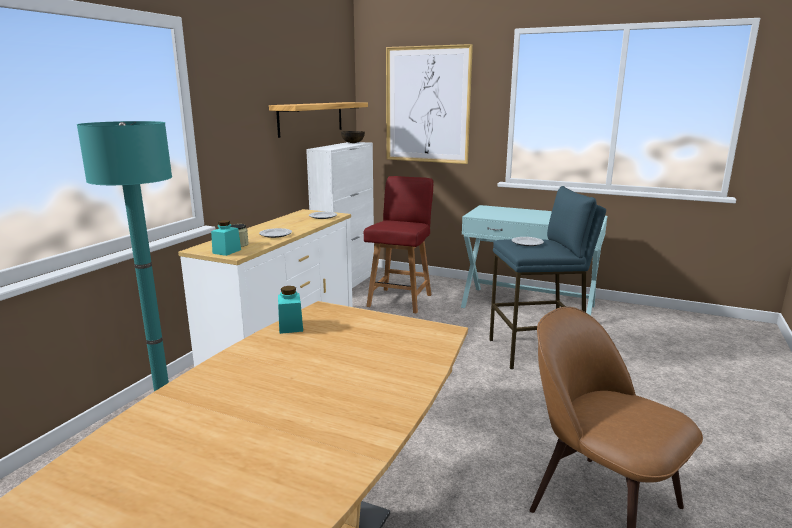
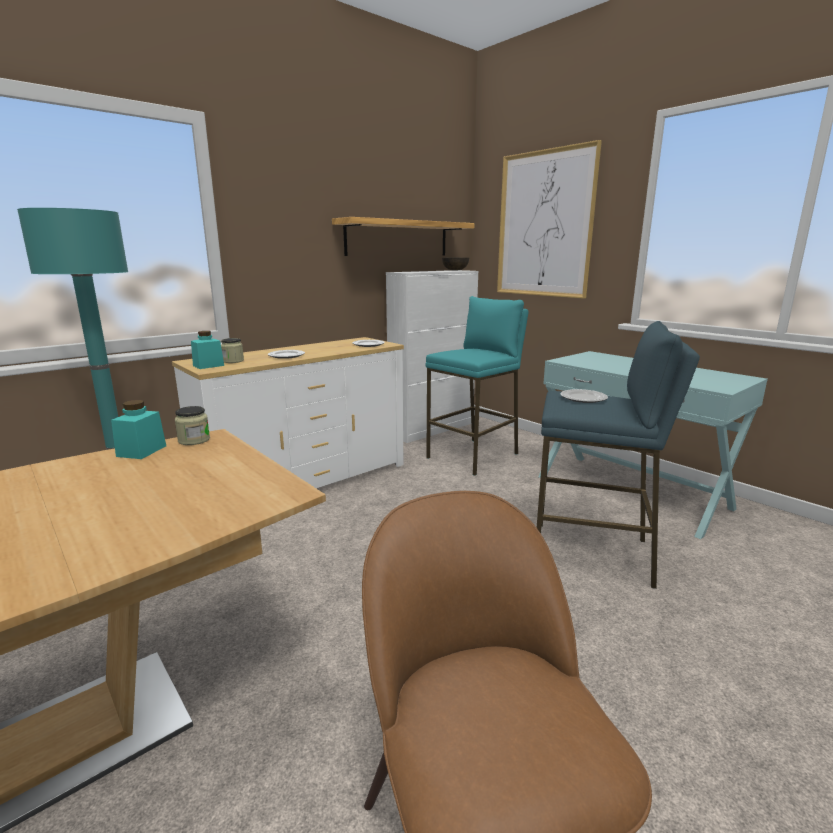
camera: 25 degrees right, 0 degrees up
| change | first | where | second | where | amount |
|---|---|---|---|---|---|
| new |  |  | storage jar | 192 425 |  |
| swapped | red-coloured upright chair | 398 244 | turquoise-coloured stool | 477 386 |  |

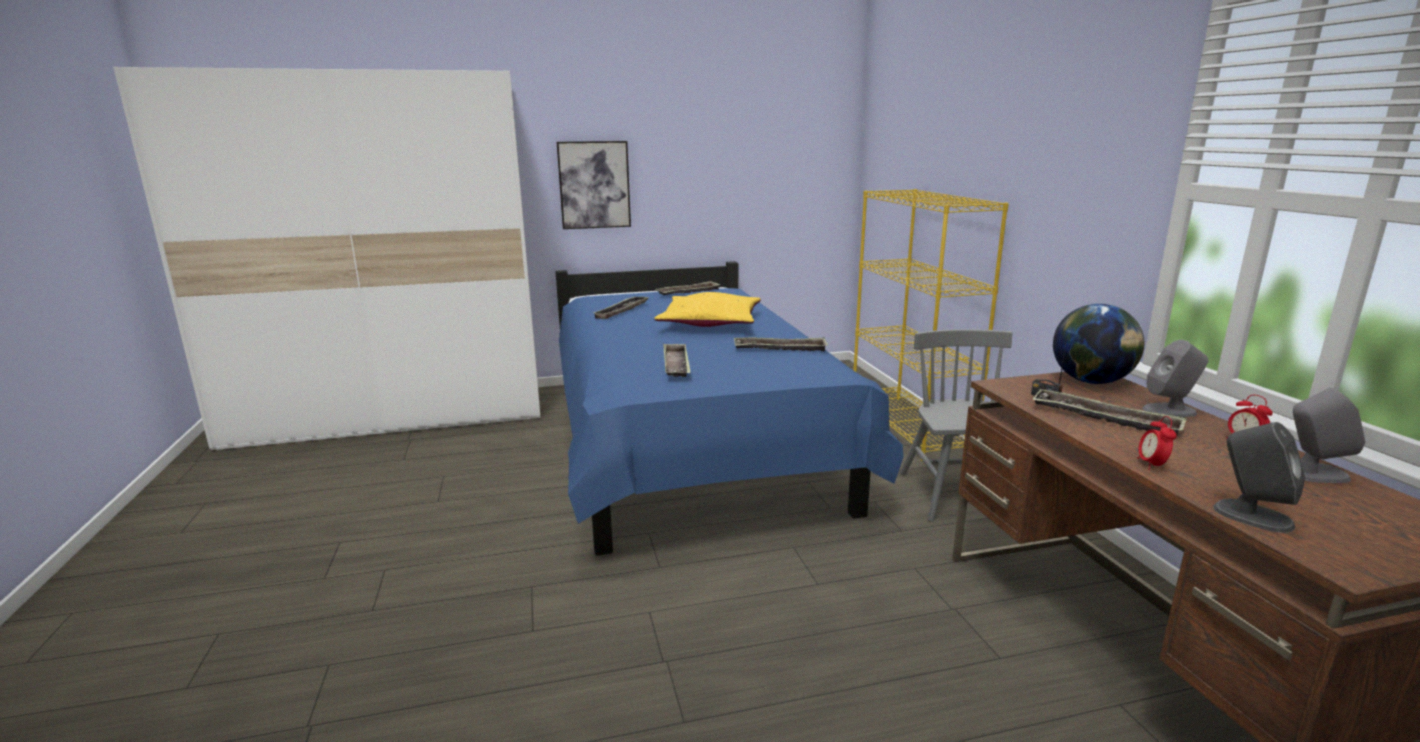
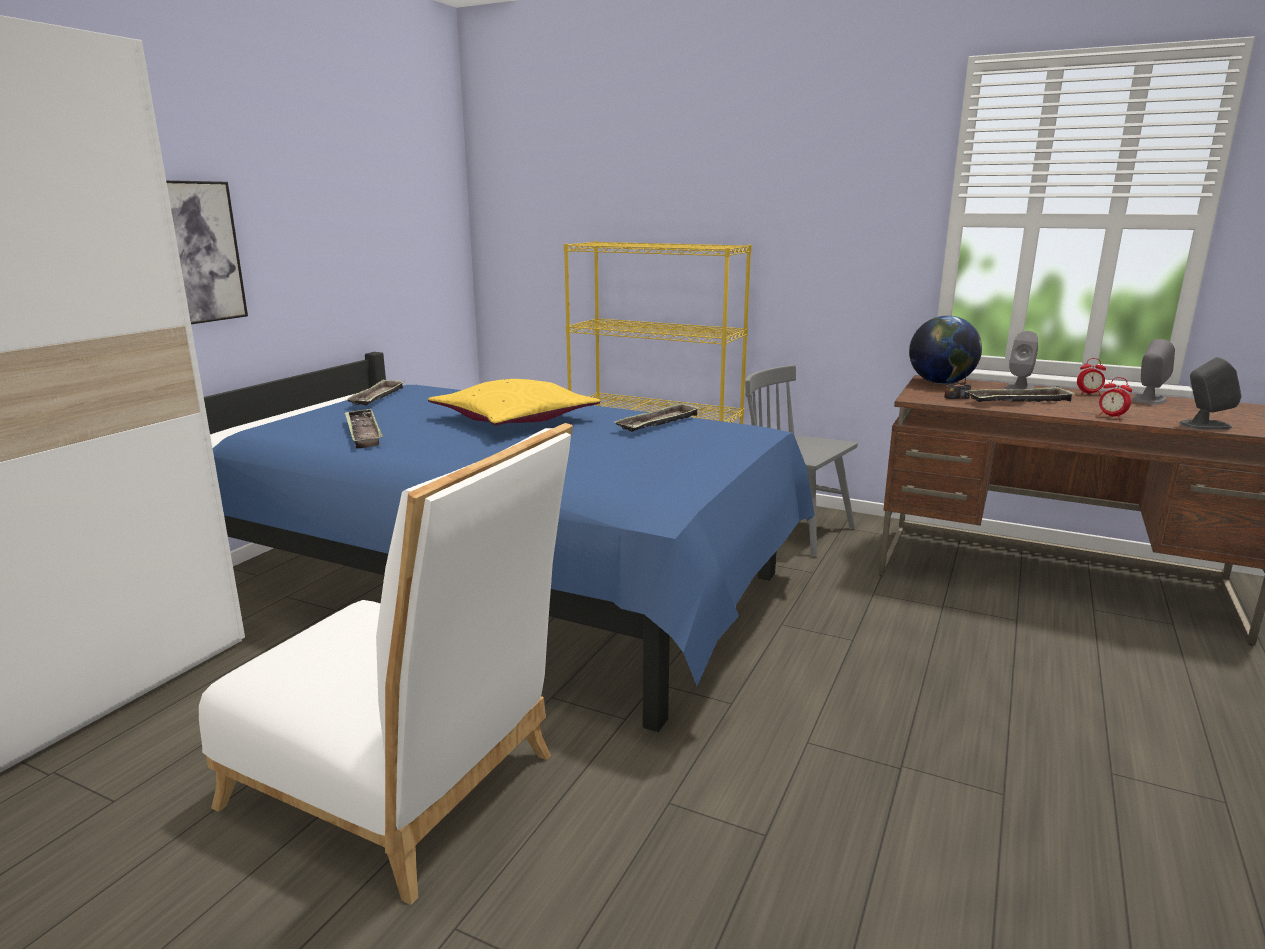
camera: 50 degrees left, 0 degrees up
| change | first | where | second | where | amount |
|---|---|---|---|---|---|
| gone | serving tray | 677 360 |  |  |  |
| new |  |  | white-coloured upright chair | 386 664 |  |

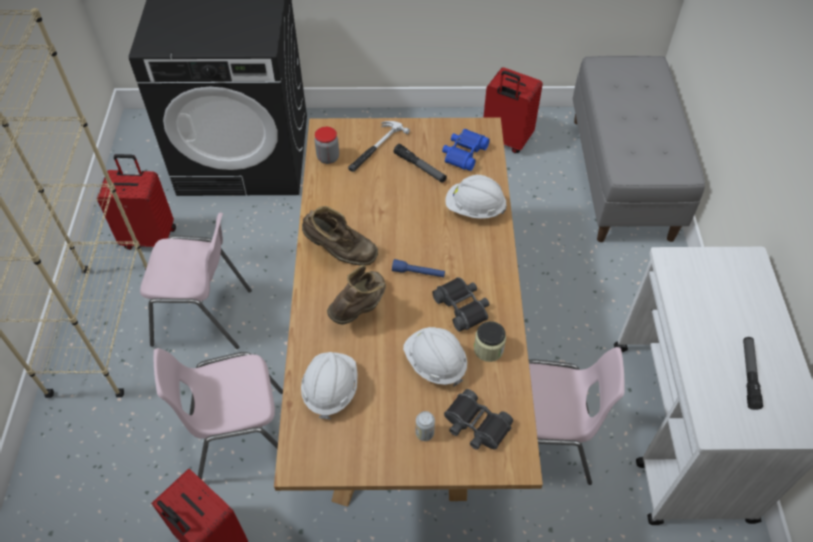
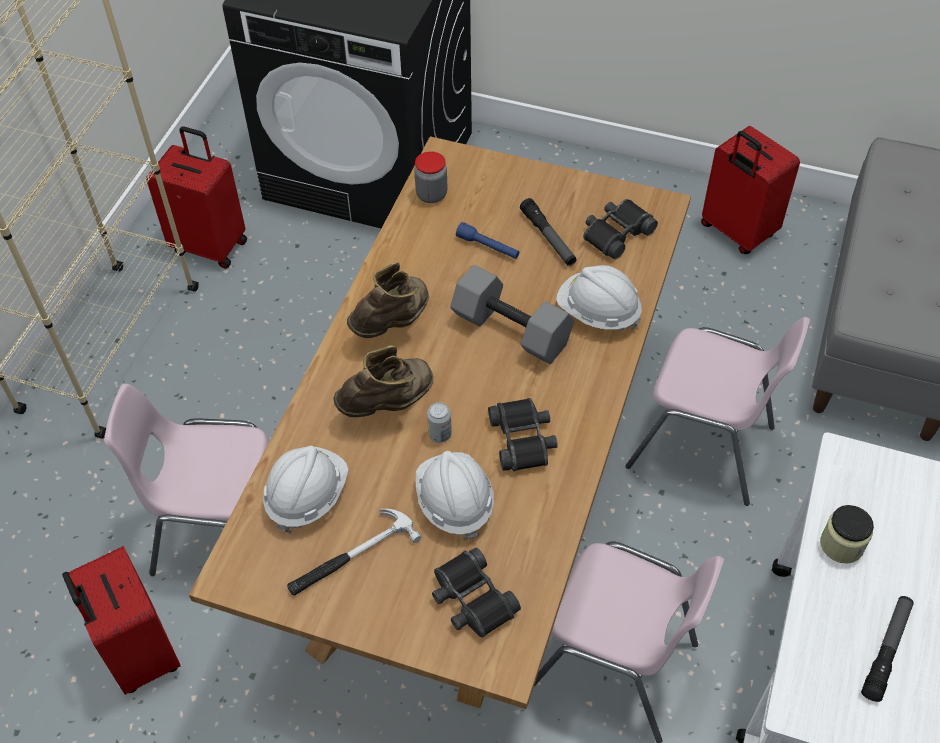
camera: 20 degrees right, 0 degrees up
| change | first | where | second | where | amount |
|---|---|---|---|---|---|
| new |  |  | greyish dumbbell | 512 314 |  |
| shifted | pink upright chair | 196 281 |  | 718 411 |  |
| shifted | hammer | 379 146 |  | 354 552 |  |
| shifted | bluish torch | 418 268 |  | 487 240 |  |
| shifted | metal can | 425 426 |  | 439 422 |  |
| shifted | storage jar | 490 341 |  | 847 534 |  |
| repainted | bluish pair of binoculars | 466 150 | blackish pair of binoculars | 620 229 |  |
| rotated | brownish boot | 340 236 |  | 388 300 | 90 degrees counterclockwise |

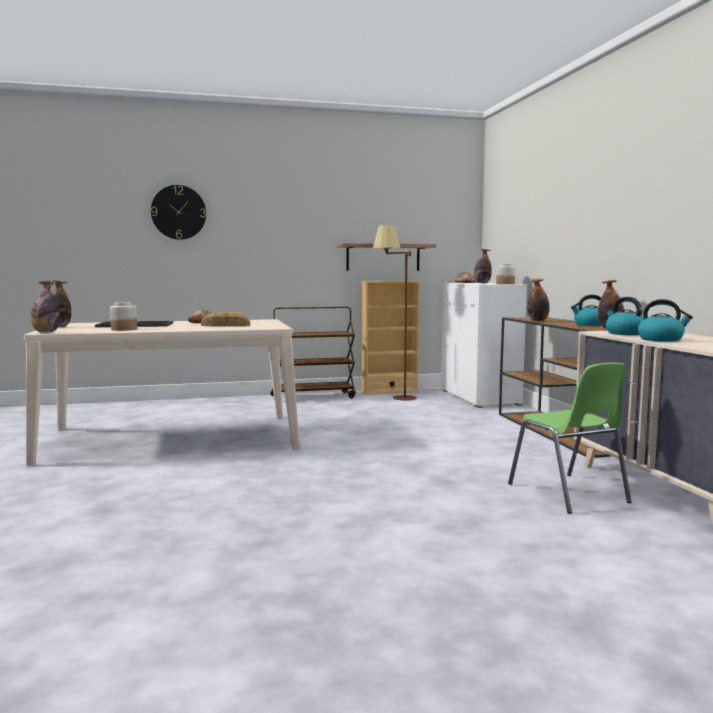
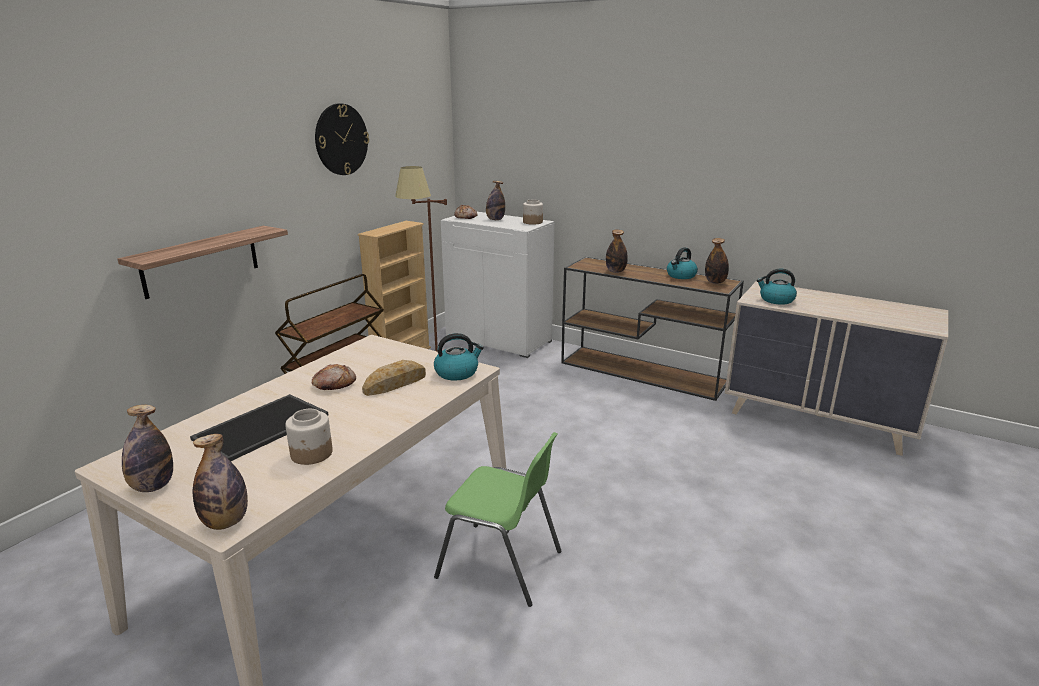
camera: 45 degrees left, 15 degrees up
| change | first | where | second | where | amount |
|---|---|---|---|---|---|
| shifted | clock on the wall | 178 212 |  | 342 139 |  |
| shifted | shelf | 386 257 |  | 203 262 |  |
| shifted | green-coloured upright chair | 569 438 |  | 498 519 |  |
| shifted | kettle | 665 320 |  | 459 357 |  |

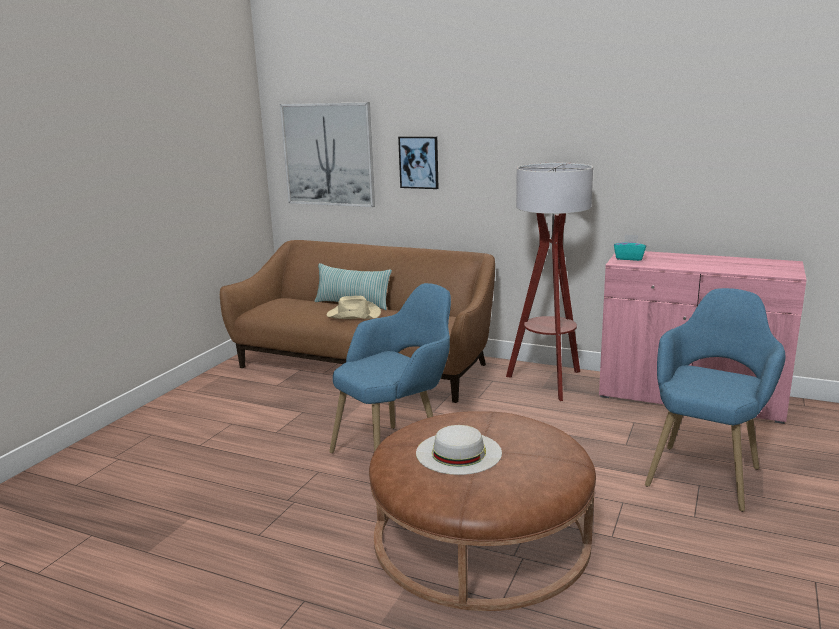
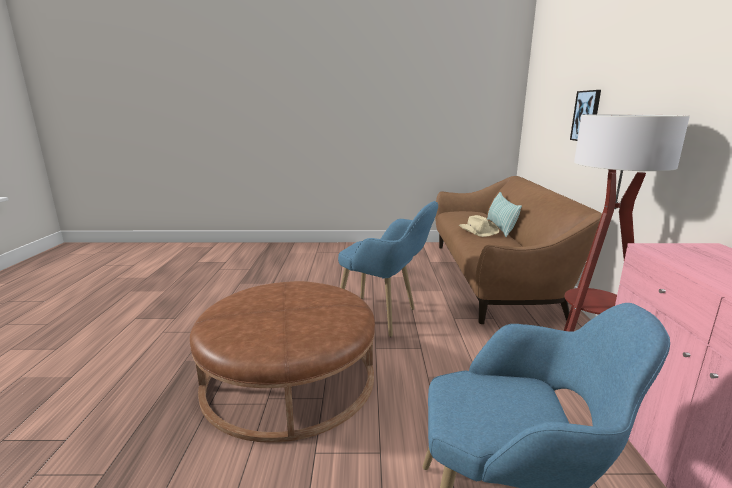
camera: 65 degrees right, 0 degrees up
| change | first | where | second | where | amount |
|---|---|---|---|---|---|
| gone | picture | 327 154 |  |  |  |
| gone | white-coloured hat | 459 450 |  |  |  |
| gone | turquoise-coloured tissue box | 630 248 |  |  |  |

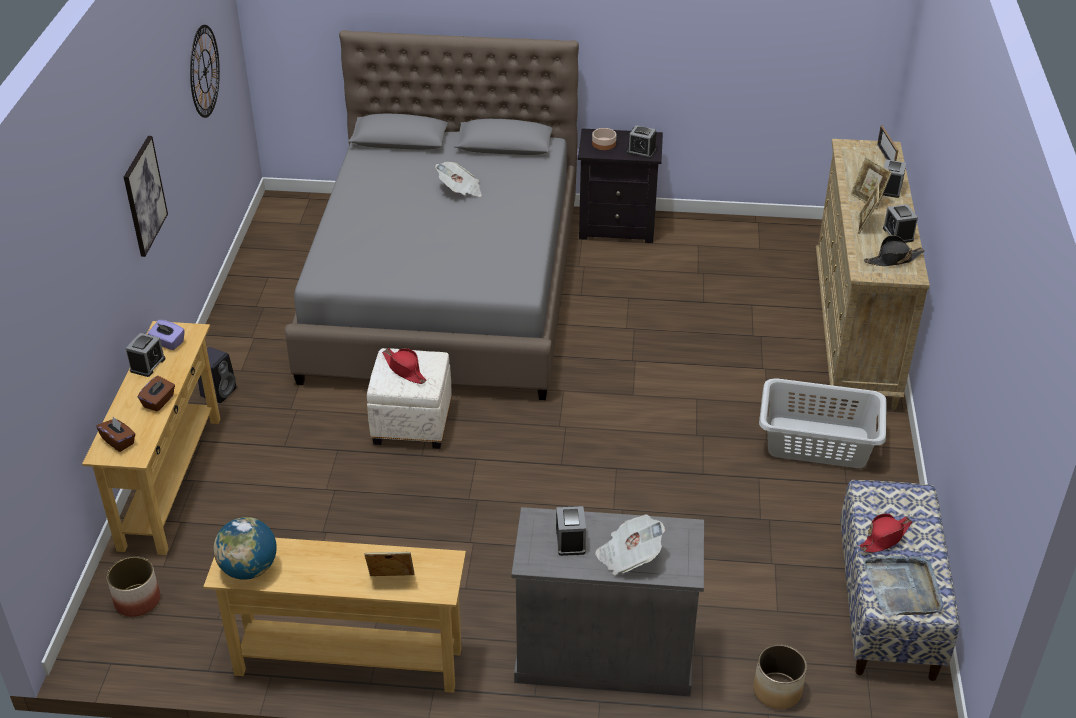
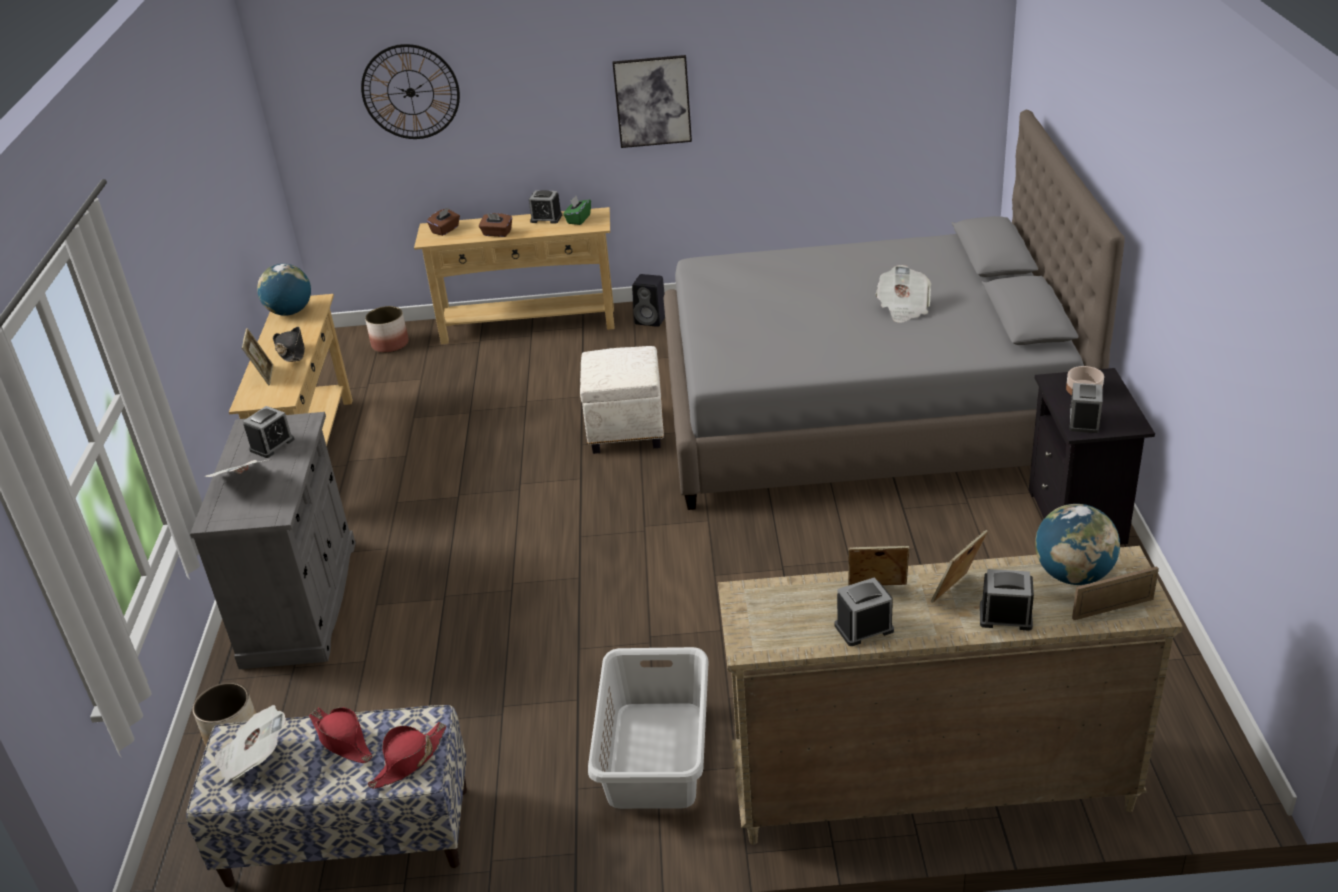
camera: 85 degrees right, 5 degrees down
| change | first | where | second | where | amount |
|---|---|---|---|---|---|
| new |  |  | globe | 1077 544 |  |
| shifted | clock on the wall | 205 71 |  | 410 91 |  |
| shifted | red-coloured hat | 404 366 |  | 407 755 |  |
| shifted | blackish hat | 894 250 |  | 289 344 |  |
| swapped | greyish serving tray | 903 585 | printed paper | 250 744 |  |
| repainted | purple-coloured tissue box | 166 335 | green-coloured tissue box | 577 210 |  |
| rotated | alarm clock | 571 531 |  | 268 432 | 45 degrees counterclockwise |

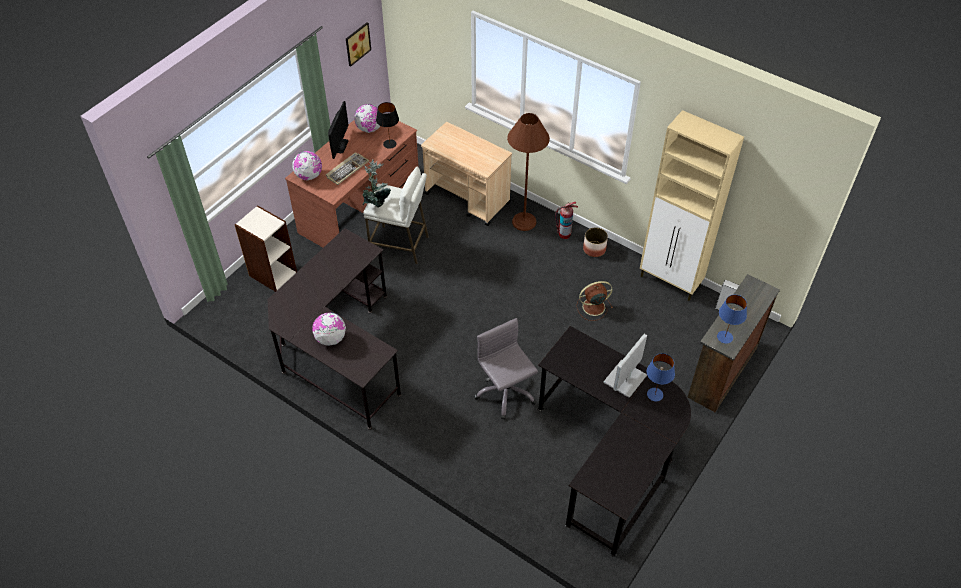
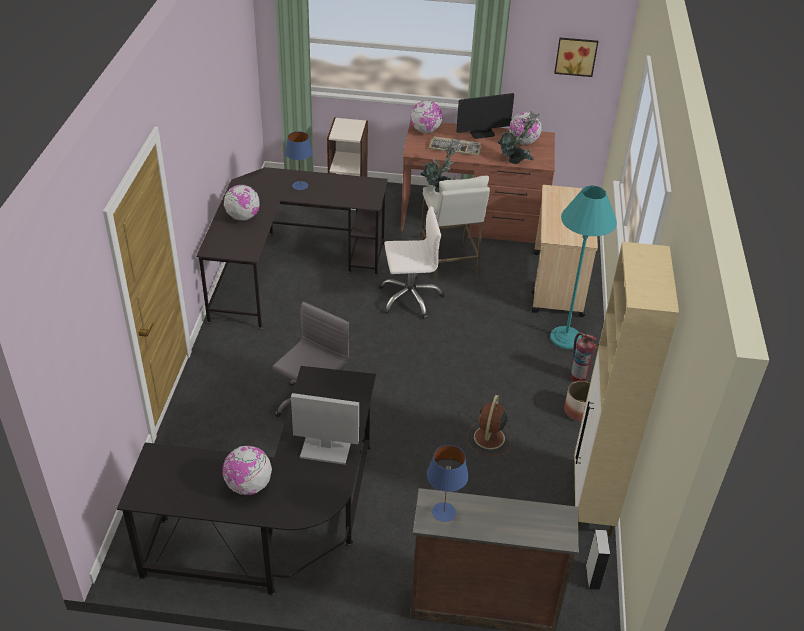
camera: 60 degrees right, 10 degrees down
| change | first | where | second | where | amount |
|---|---|---|---|---|---|
| new |  |  | globe | 247 470 |  |
| new |  |  | white-coloured desk chair | 411 262 |  |
| shifted | bluish lamp for a table | 661 377 |  | 299 160 |  |
| swapped | blackish lamp for a table | 387 125 | potted plant | 519 137 |  |
| repainted | brownish floor lamp | 528 172 | turquoise-coloured floor lamp | 583 267 |  |
| rotated | brownish electric fan | 594 301 |  | 489 425 | 120 degrees counterclockwise |

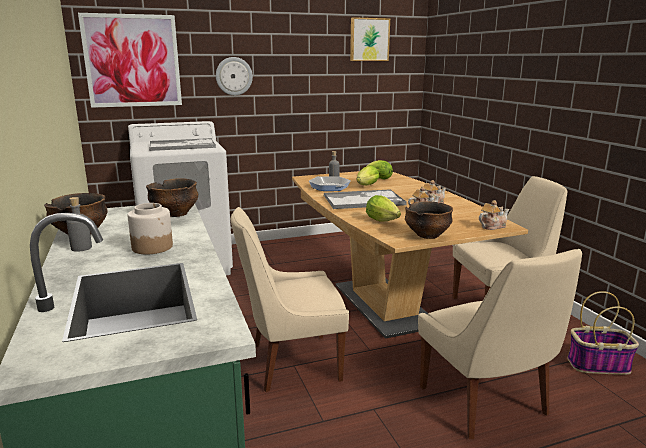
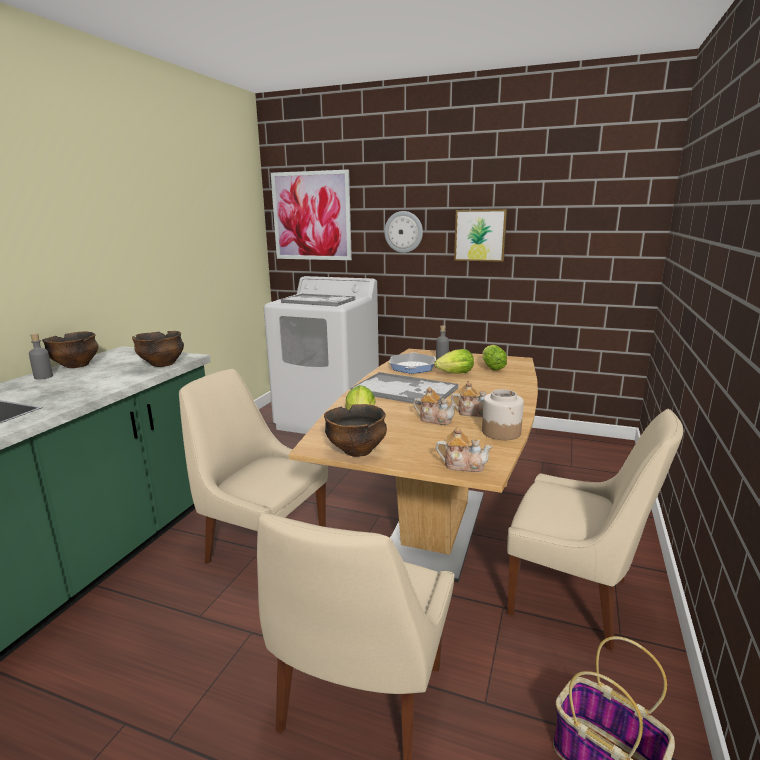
camera: 40 degrees right, 0 degrees up
| change | first | where | second | where | amount |
|---|---|---|---|---|---|
| shifted | storage jar | 150 228 |  | 503 414 |  |
| shifted | picture | 370 39 |  | 480 235 |  |

